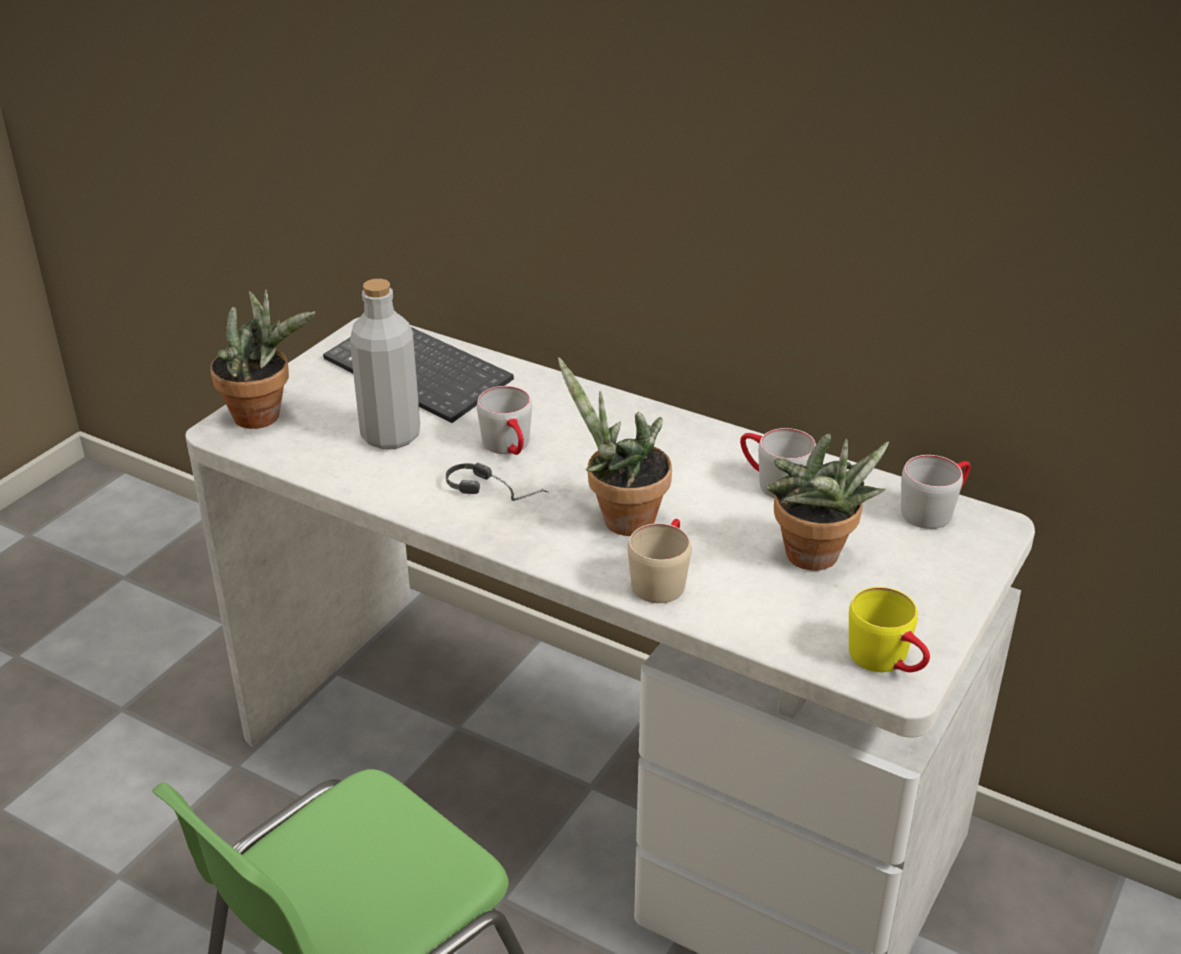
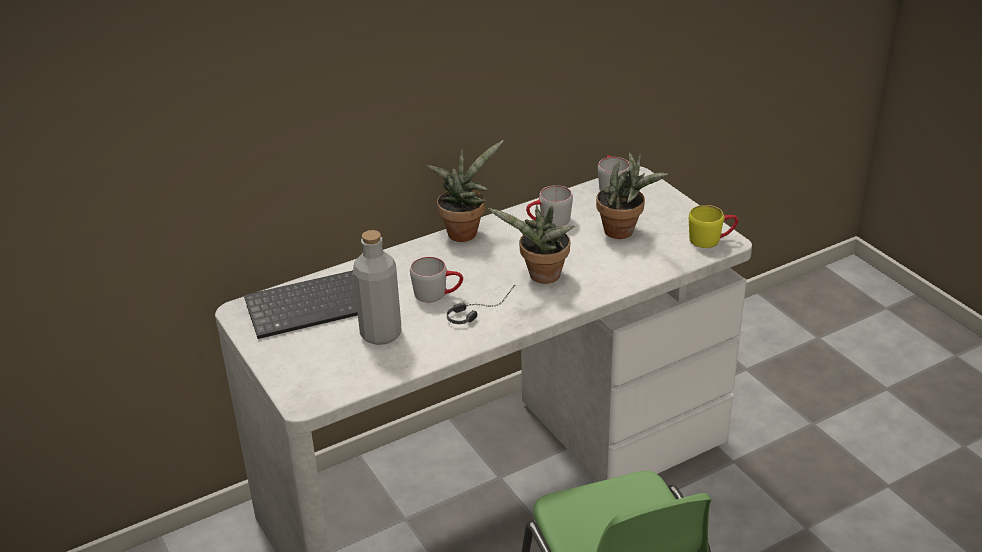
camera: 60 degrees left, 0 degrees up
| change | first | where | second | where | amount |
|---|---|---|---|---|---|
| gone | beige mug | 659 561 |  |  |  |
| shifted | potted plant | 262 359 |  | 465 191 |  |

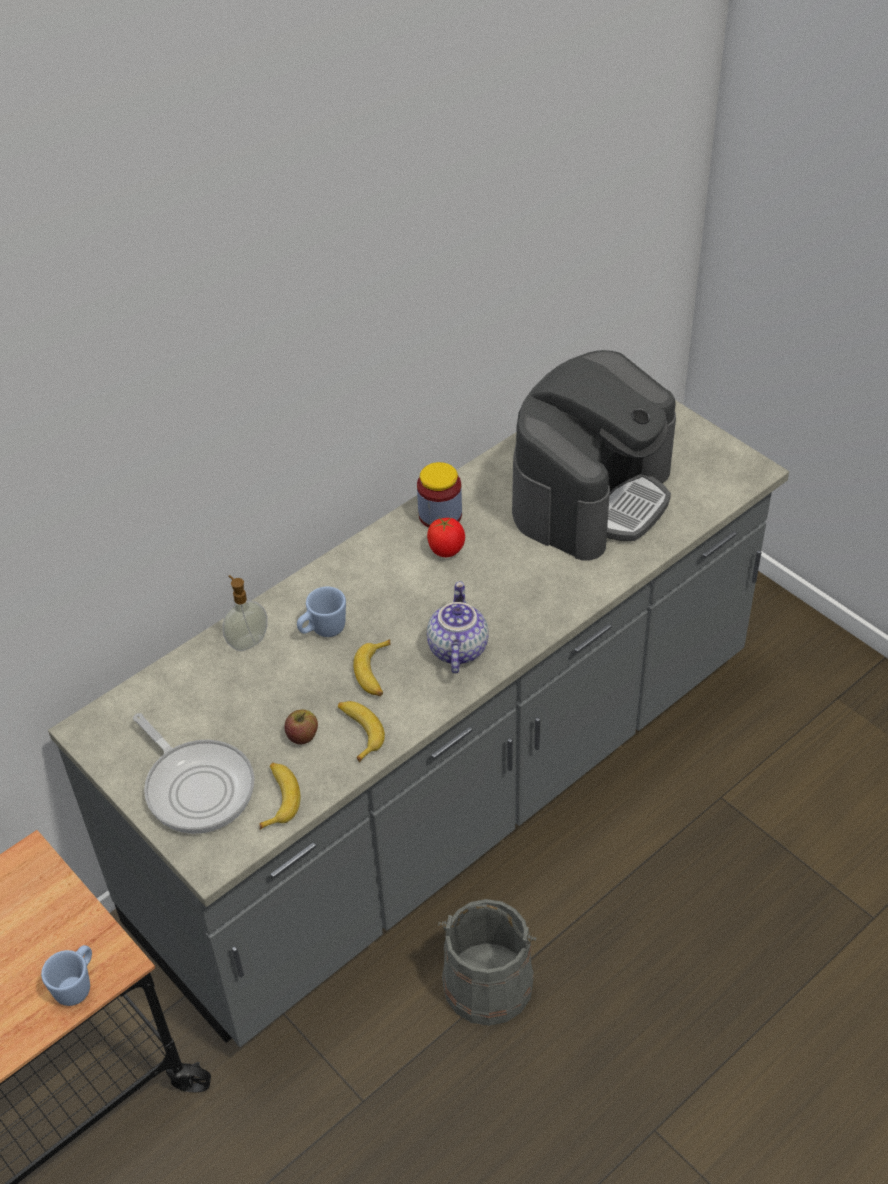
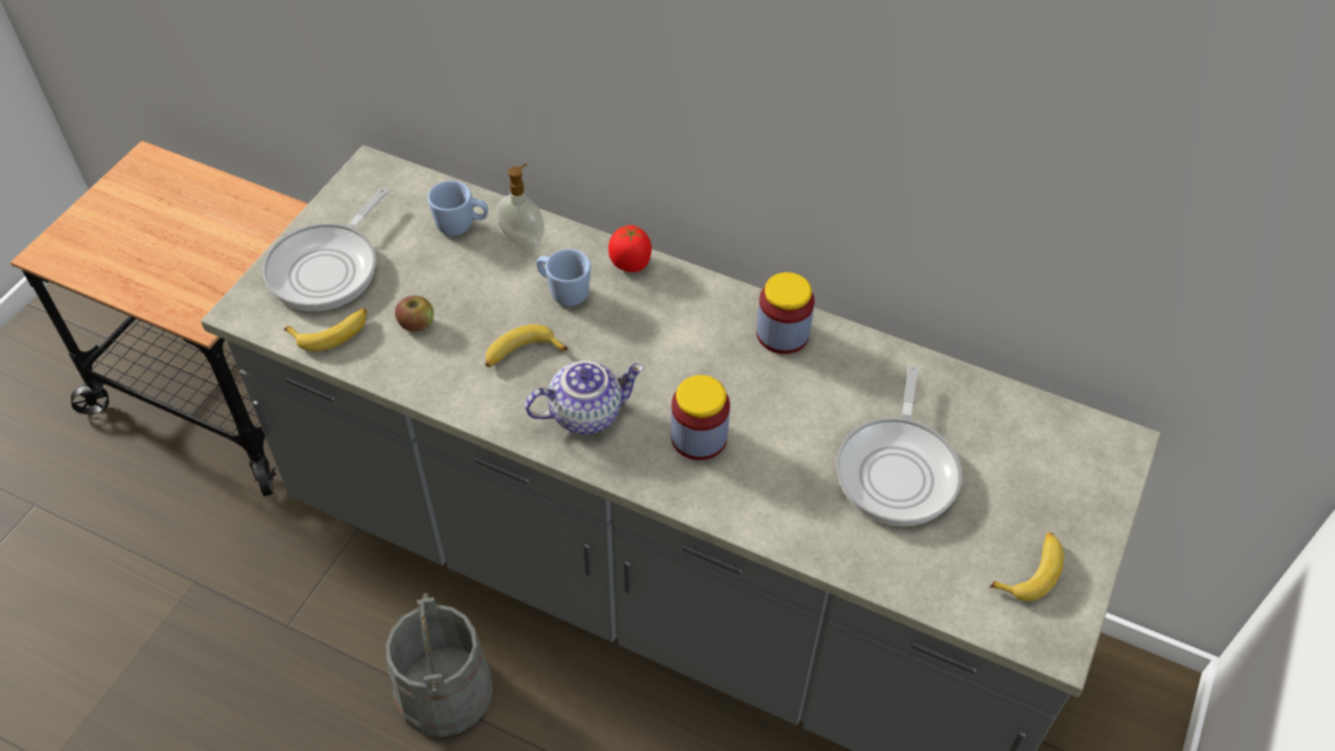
camera: 65 degrees right, 5 degrees up
| change | first | where | second | where | amount |
|---|---|---|---|---|---|
| new |  |  | storage jar | 700 417 |  |
| shifted | bluish mug | 66 975 |  | 458 208 |  |
| shifted | banana | 361 731 |  | 1027 566 |  |
| shifted | whole tomato | 446 537 |  | 630 248 |  |
| swapped | coffee brewer | 594 455 | pan | 899 445 |  |

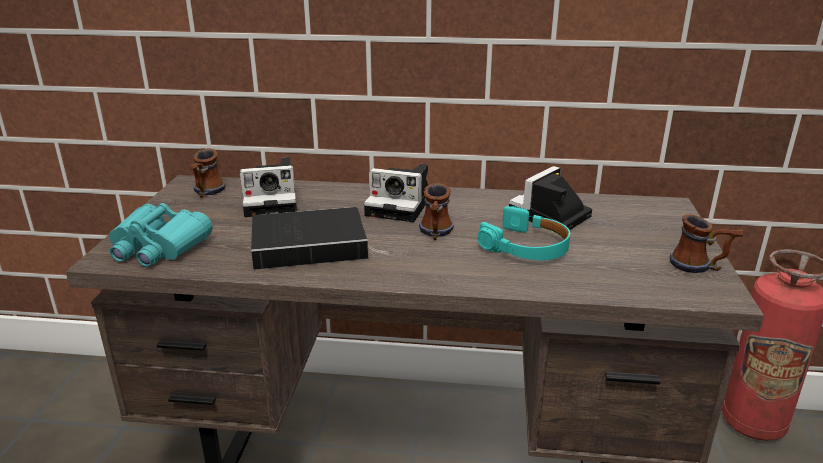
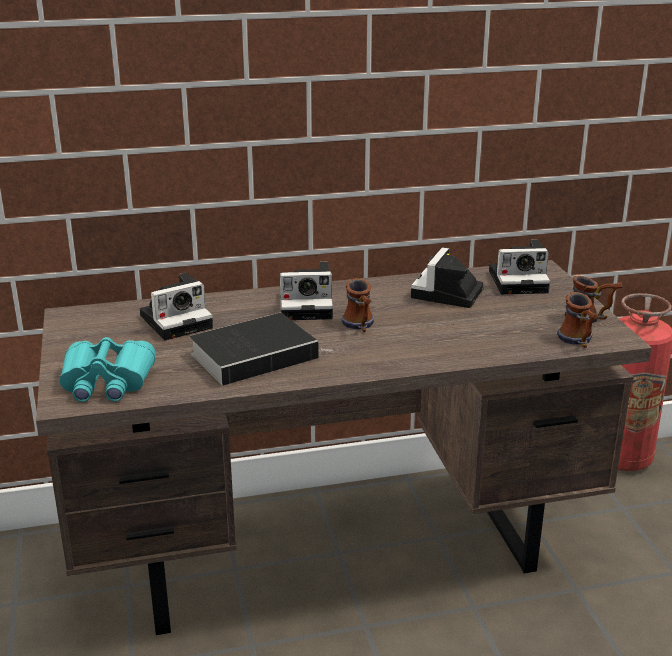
camera: 20 degrees left, 0 degrees up
| change | first | where | second | where | amount |
|---|---|---|---|---|---|
| gone | turquoise-coloured headset | 524 233 |  |  |  |
| new |  |  | photo camera | 519 266 |  |
| shifted | mug | 207 173 |  | 578 320 |  |

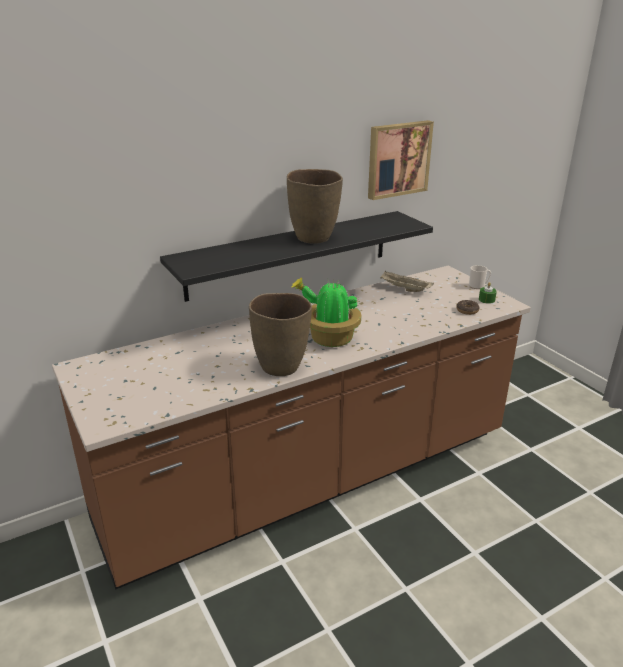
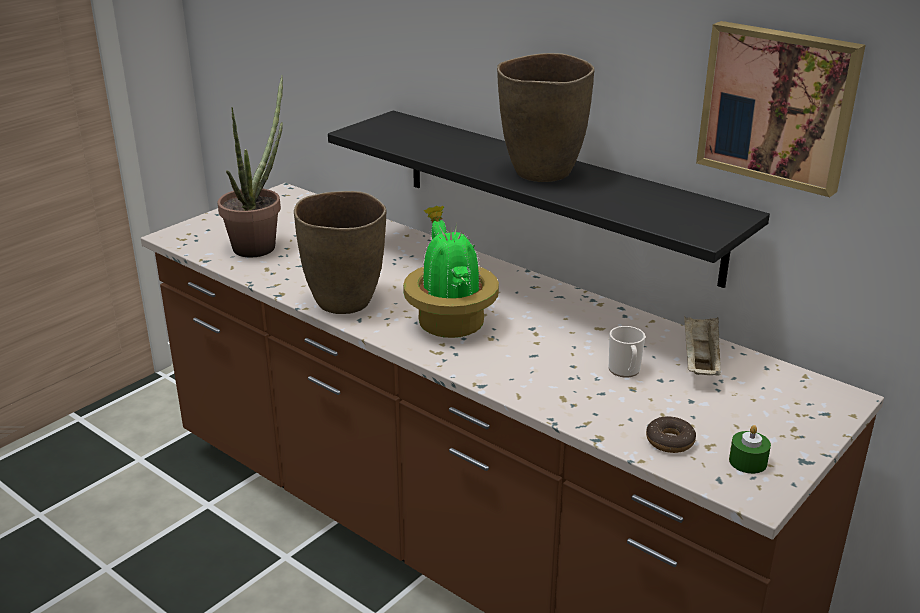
camera: 70 degrees right, 0 degrees up
| change | first | where | second | where | amount |
|---|---|---|---|---|---|
| new |  |  | potted plant | 250 166 |  |
| shifted | mug | 480 277 |  | 627 352 |  |

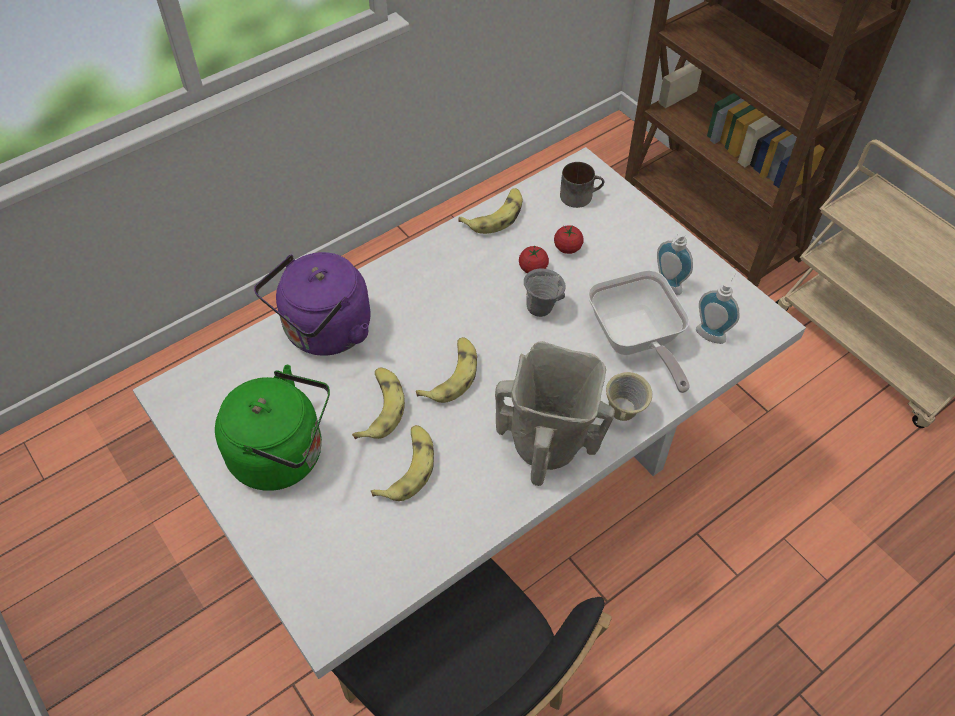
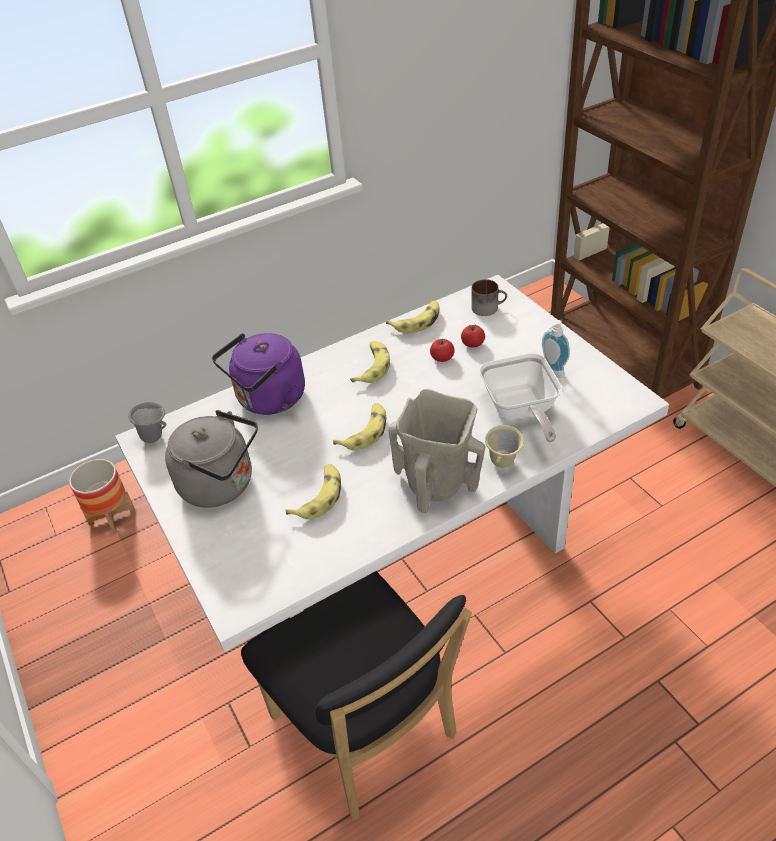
camera: 10 degrees right, 10 degrees down
| change | first | where | second | where | amount |
|---|---|---|---|---|---|
| gone | liquid soap bottle | 718 308 |  |  |  |
| new |  |  | plant pot | 102 496 |  |
| shifted | banana | 378 403 |  | 370 362 |  |
| shifted | greyish mug | 545 293 |  | 147 422 |  |
| repainted | green-coloured kettle | 272 428 | greyish kettle | 211 459 |  |

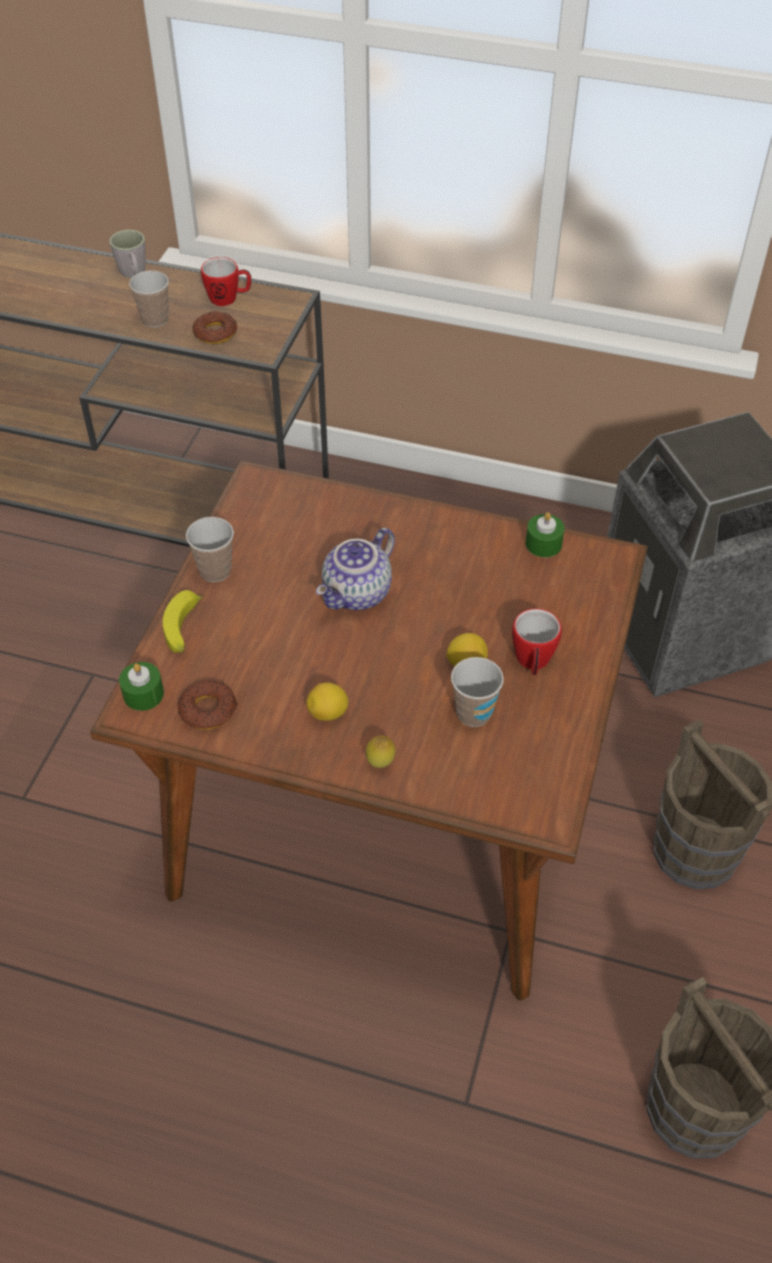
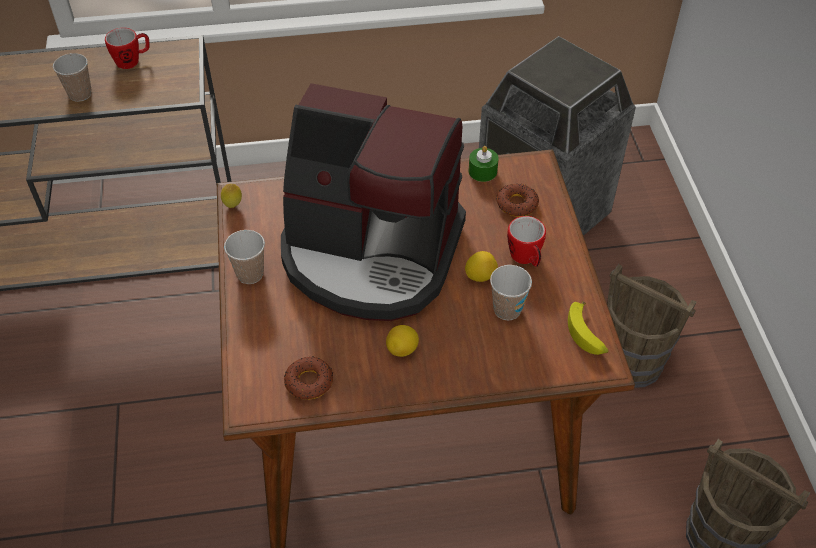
camera: 25 degrees left, 0 degrees up
| change | first | where | second | where | amount |
|---|---|---|---|---|---|
| gone | greyish mug | 128 254 |  |  |  |
| gone | green-coloured wax light | 141 686 |  |  |  |
| shifted | banana | 183 621 |  | 588 328 |  |
| shifted | ring doughnut | 214 327 |  | 517 200 |  |
| shifted | lemon | 381 751 |  | 231 196 |  |
| swapped | pot for tea | 355 569 | coffee brewer | 373 202 |  |

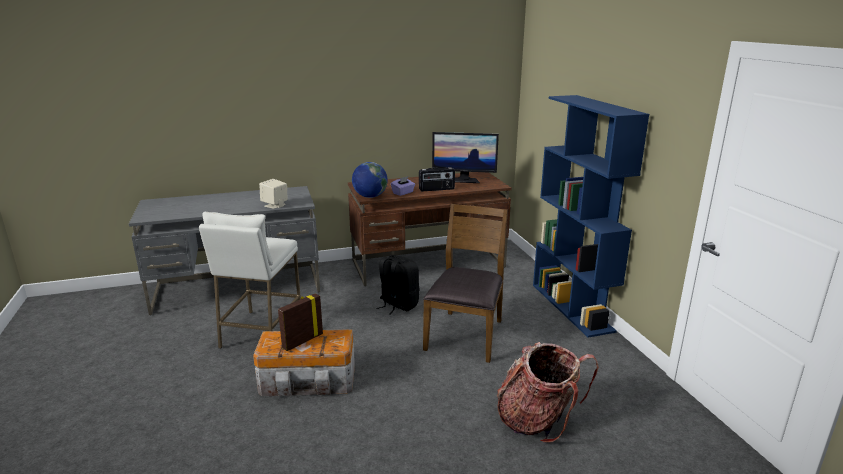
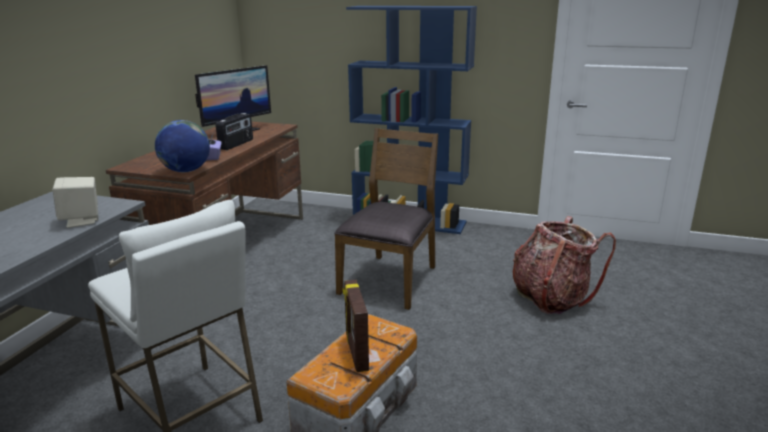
camera: 55 degrees left, 0 degrees up
| change | first | where | second | where | amount |
|---|---|---|---|---|---|
| gone | blackish backpack | 397 285 |  |  |  |
| rotated | brownish upright chair | 465 283 |  | 386 219 | 60 degrees clockwise |

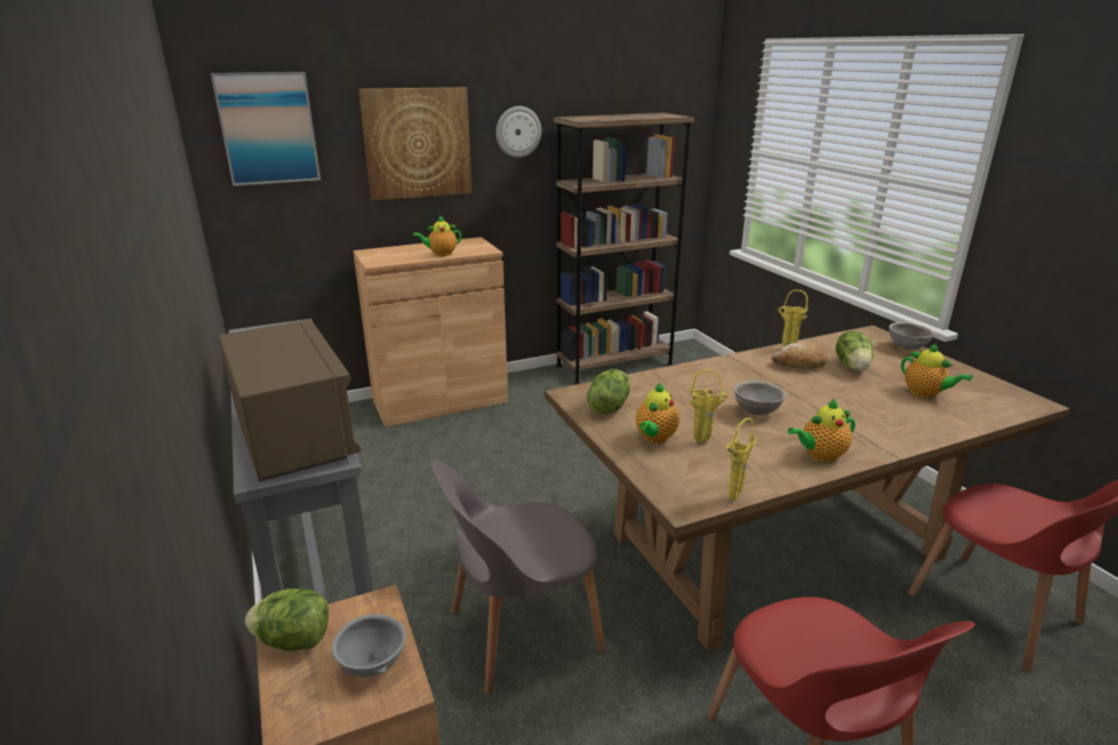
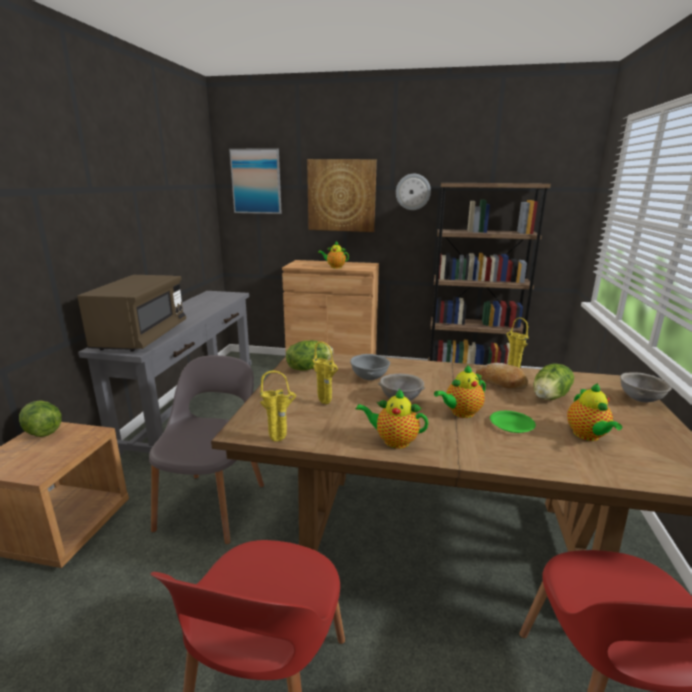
camera: 35 degrees right, 5 degrees down
| change | first | where | second | where | amount |
|---|---|---|---|---|---|
| new |  |  | green-coloured plate | 513 422 |  |
| shifted | greyish bowl | 369 645 |  | 370 367 |  |
| shifted | pot for tea | 657 413 |  | 460 391 |  |
| rotated | greyish upright chair | 518 577 |  | 206 449 | 90 degrees clockwise |

